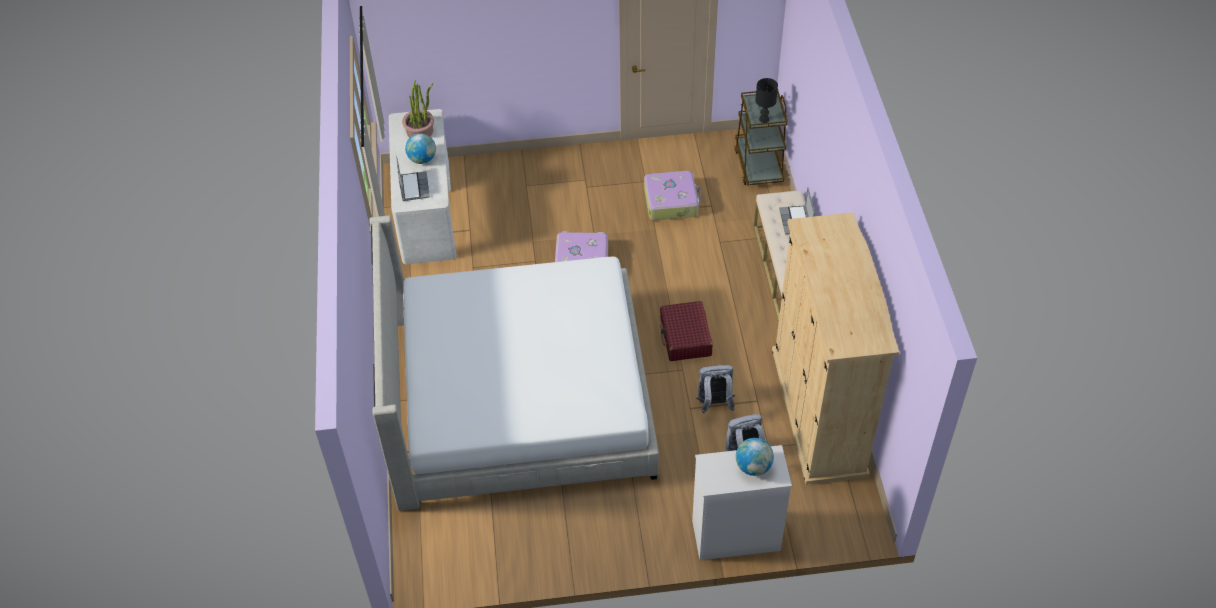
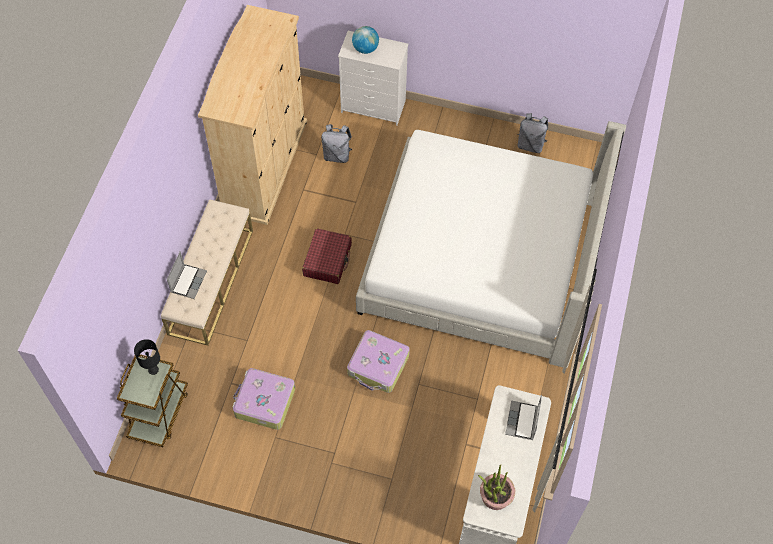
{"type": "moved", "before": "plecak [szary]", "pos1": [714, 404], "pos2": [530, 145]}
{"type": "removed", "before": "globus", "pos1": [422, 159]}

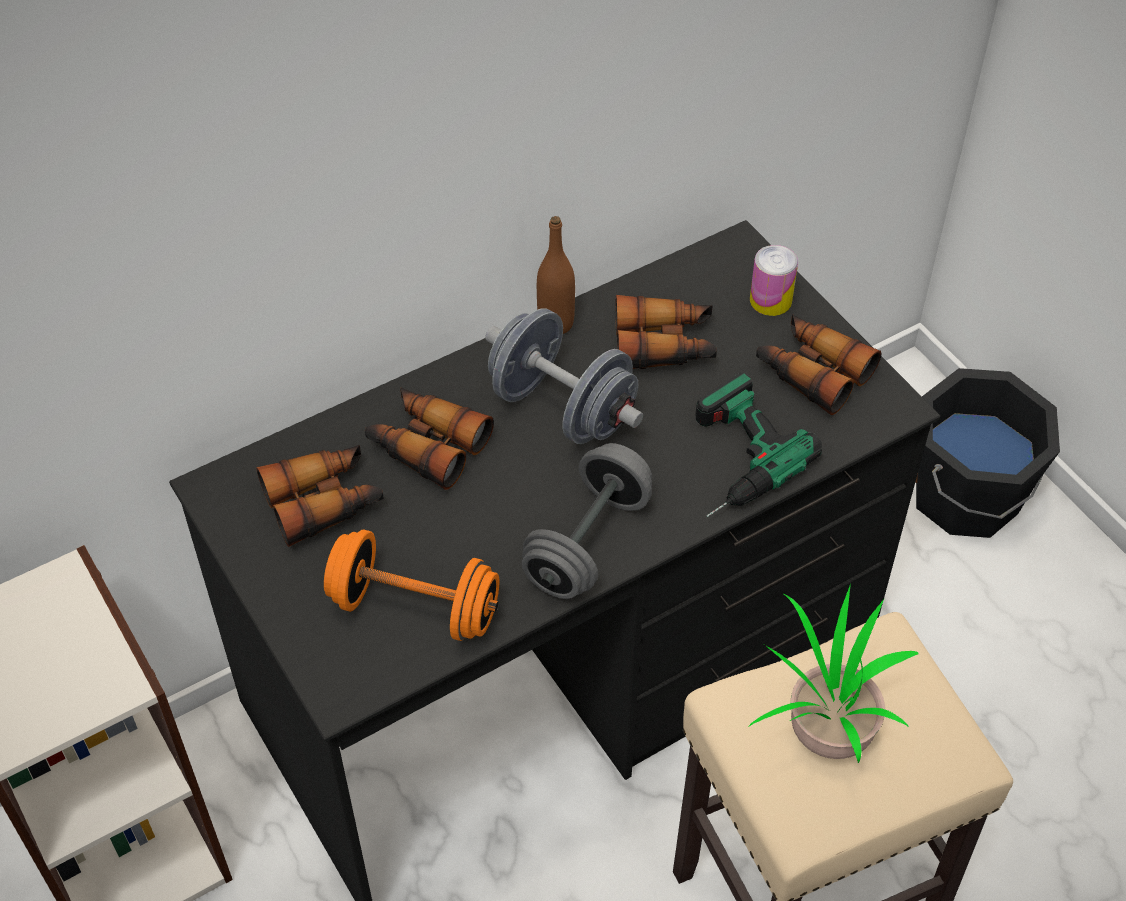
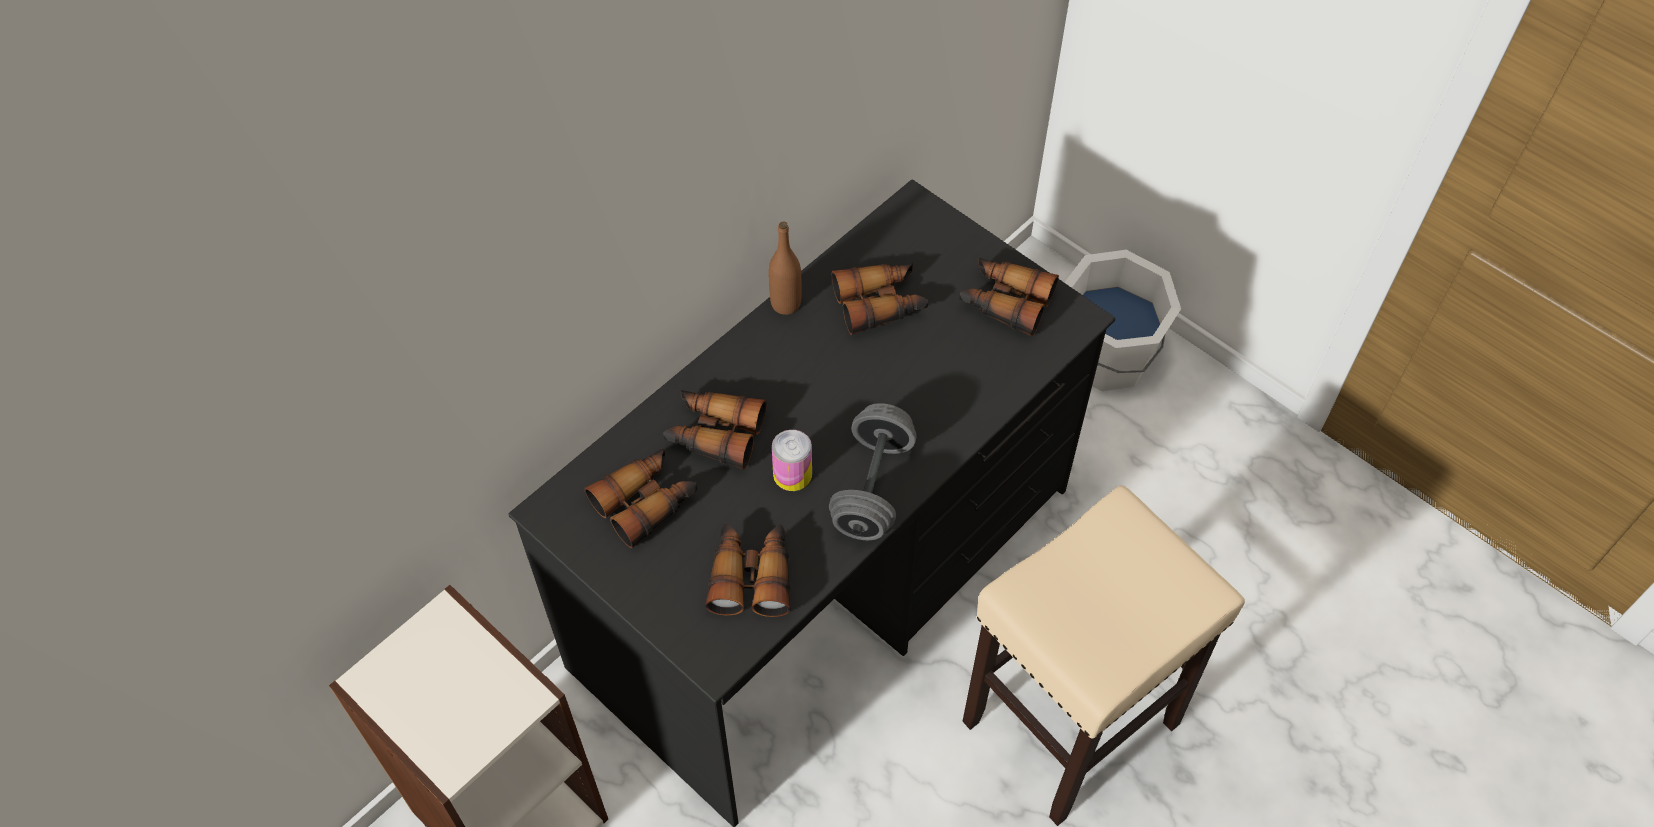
{"type": "replaced", "before": "hantel [pomarańczowy]", "after": "lornetka", "pos1": [414, 607], "pos2": [751, 575]}
{"type": "moved", "before": "puszka", "pos1": [770, 300], "pos2": [792, 474]}
{"type": "recoloured", "before": "wiadro [czarny]", "after": "wiadro [biały]", "pos1": [968, 496], "pos2": [1108, 356]}
{"type": "removed", "before": "hantel [szary]", "pos1": [562, 408]}
{"type": "removed", "before": "wiertarka", "pos1": [729, 459]}
{"type": "removed", "before": "roślina doniczkowa", "pos1": [824, 730]}

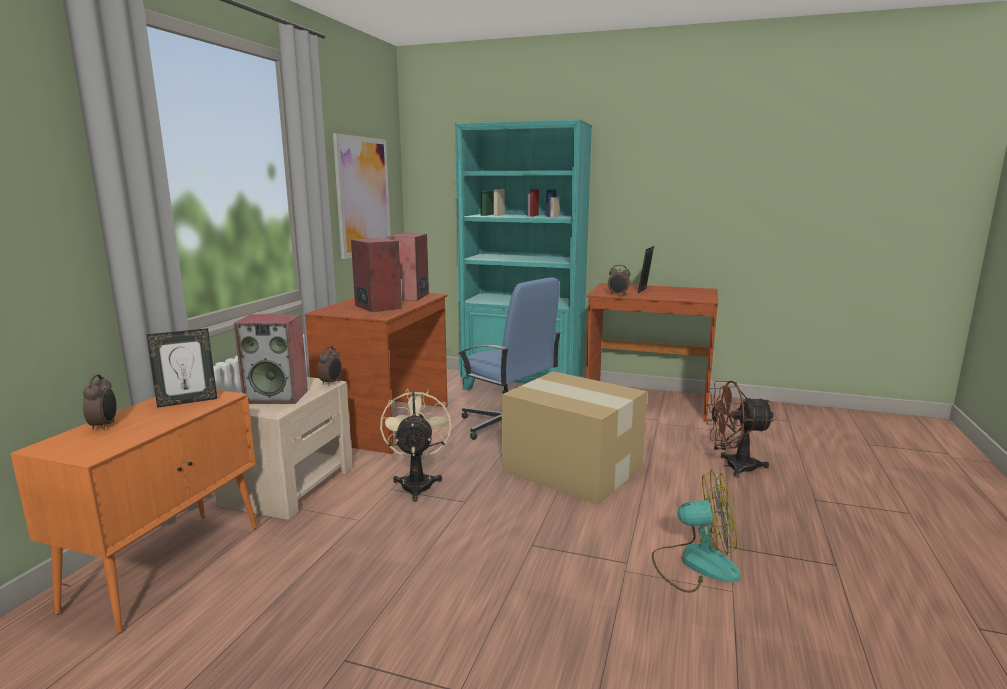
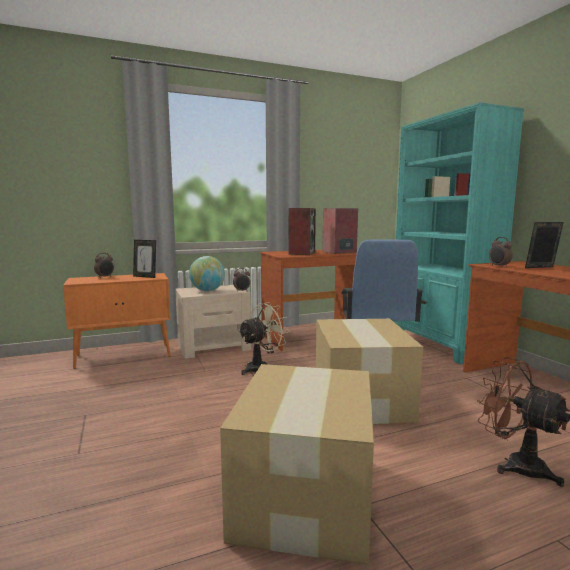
{"type": "replaced", "before": "głośnik", "after": "globus", "pos1": [277, 396], "pos2": [207, 290]}
{"type": "replaced", "before": "wentylator", "after": "karton", "pos1": [695, 563], "pos2": [306, 494]}
{"type": "removed", "before": "obraz", "pos1": [363, 196]}

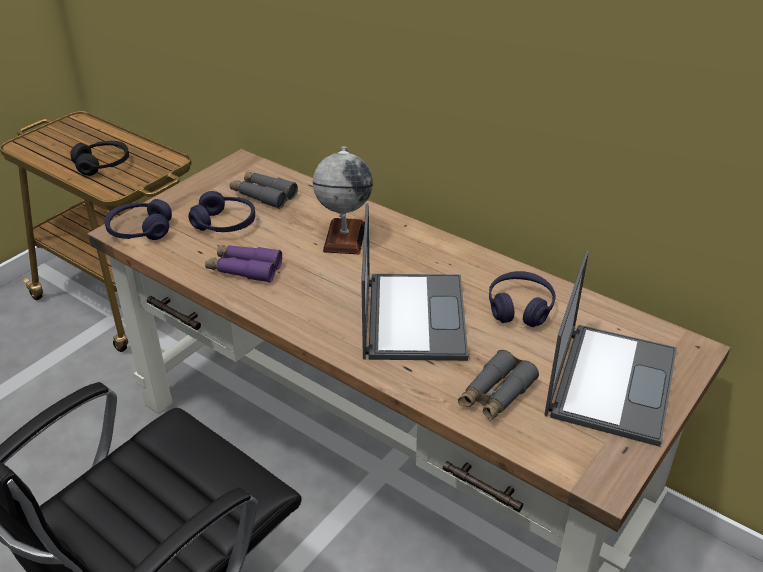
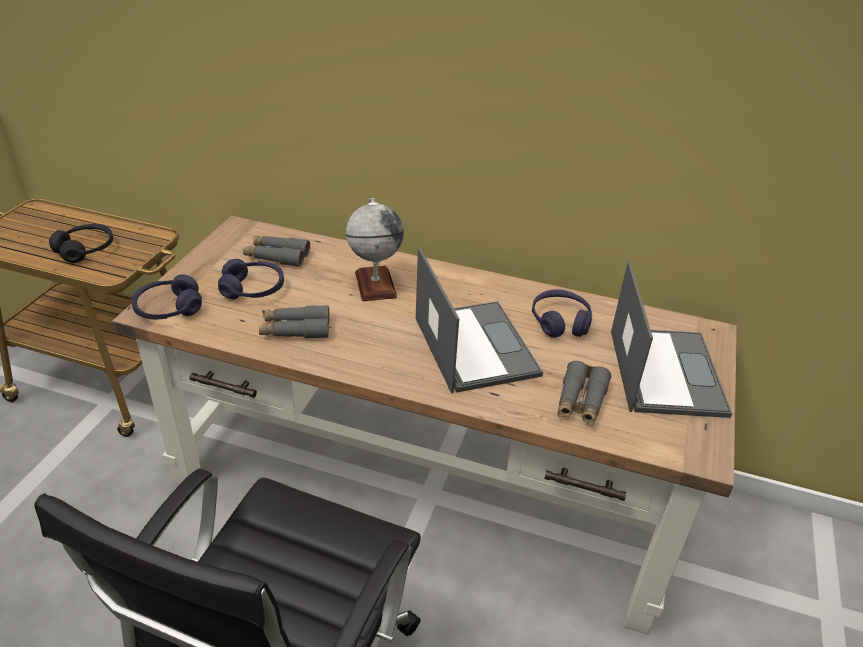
{"type": "recoloured", "before": "lornetka [fioletowy]", "after": "lornetka [szary]", "pos1": [244, 269], "pos2": [295, 329]}

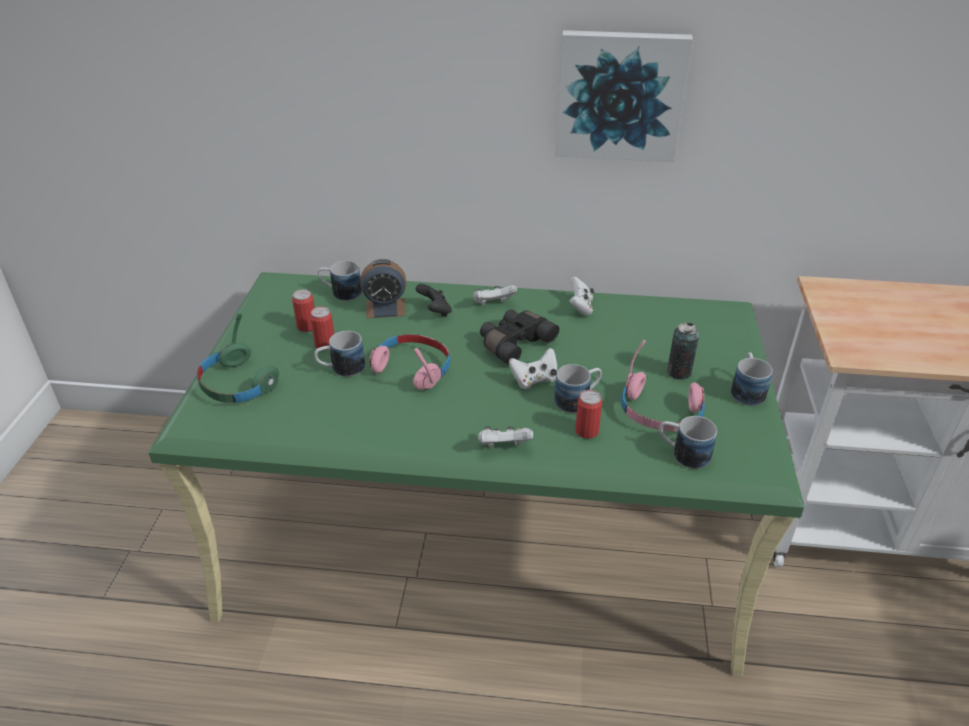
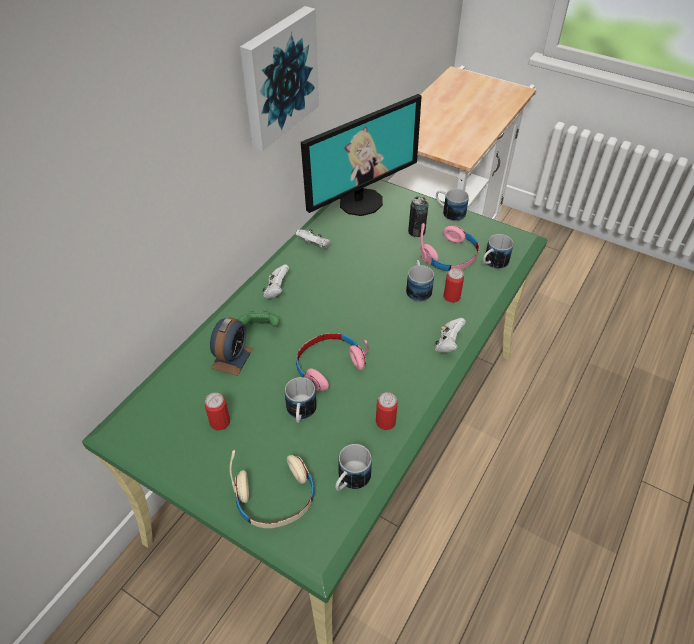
{"type": "recoloured", "before": "słuchawki [zielony]", "after": "słuchawki [beżowy]", "pos1": [237, 384], "pos2": [276, 498]}
{"type": "recoloured", "before": "pad do gier [czarny]", "after": "pad do gier [zielony]", "pos1": [435, 312], "pos2": [261, 328]}
{"type": "added", "after": "monitor", "pos2": [360, 201]}
{"type": "moved", "before": "kubek", "pos1": [340, 293], "pos2": [350, 481]}
{"type": "moved", "before": "puszka", "pos1": [325, 344], "pos2": [385, 422]}
{"type": "removed", "before": "lornetka [czarny]", "pos1": [514, 343]}
{"type": "removed", "before": "pad do gier [biały]", "pos1": [534, 380]}

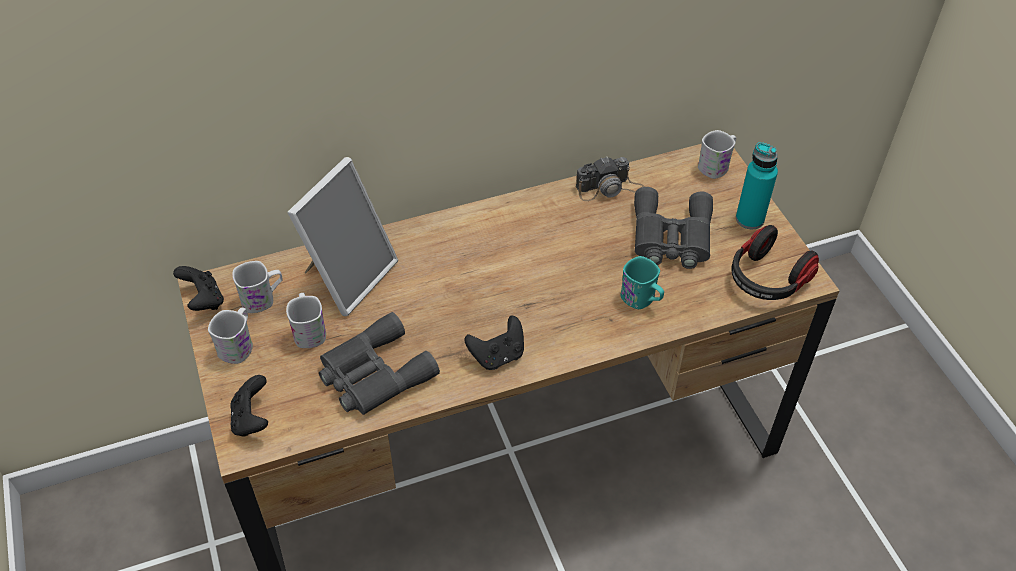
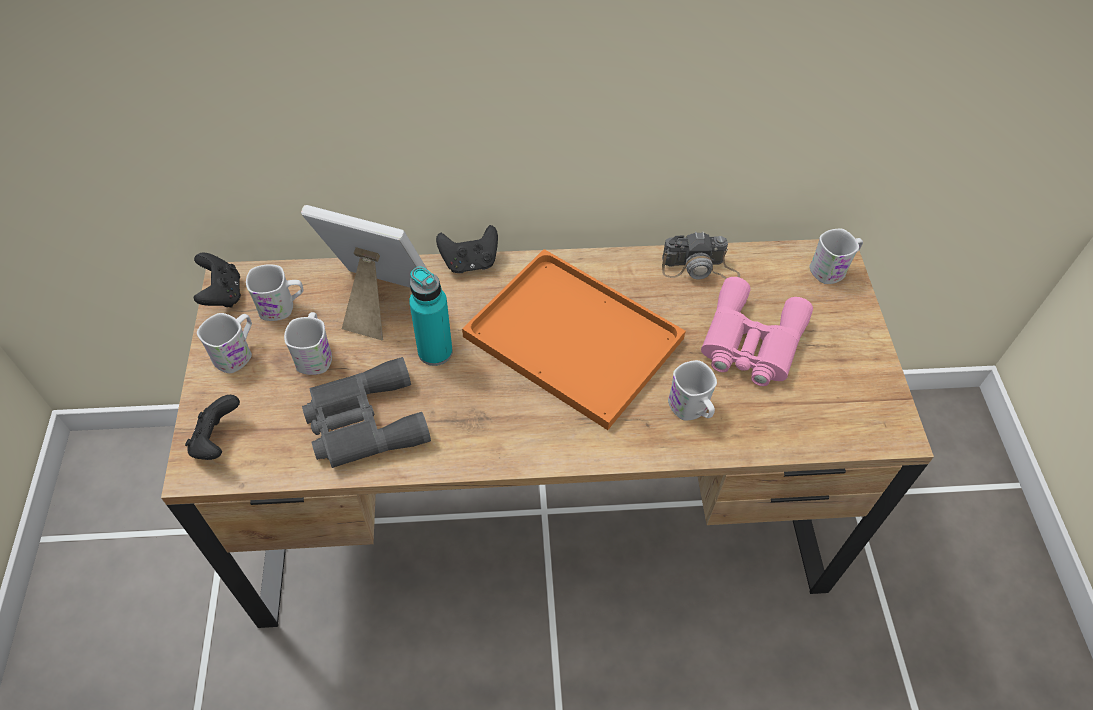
{"type": "turned", "before": "ramka na zdjęcie", "pos1": [348, 275], "pos2": [379, 302], "turn": -120}
{"type": "moved", "before": "butelka [turkusowy]", "pos1": [749, 219], "pos2": [435, 351]}
{"type": "moved", "before": "pad do gier [czarny]", "pos1": [497, 356], "pos2": [470, 262]}
{"type": "added", "after": "taca [pomarańczowy]", "pos2": [577, 338]}
{"type": "recoloured", "before": "kubek [turkusowy]", "after": "kubek [biały]", "pos1": [642, 300], "pos2": [691, 410]}
{"type": "recoloured", "before": "lornetka [szary]", "after": "lornetka [różowy]", "pos1": [670, 237], "pos2": [750, 342]}
{"type": "removed", "before": "słuchawki", "pos1": [767, 279]}

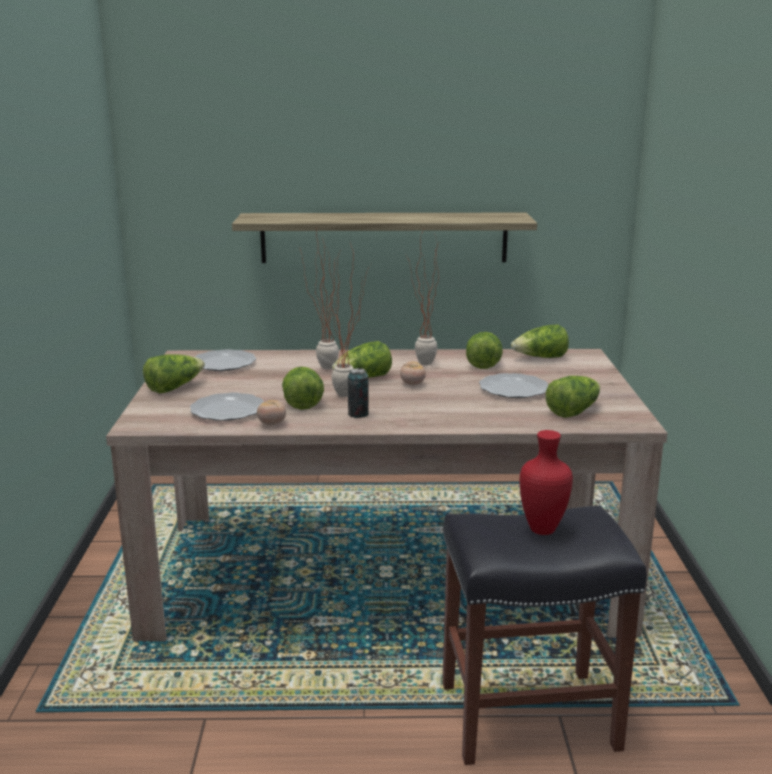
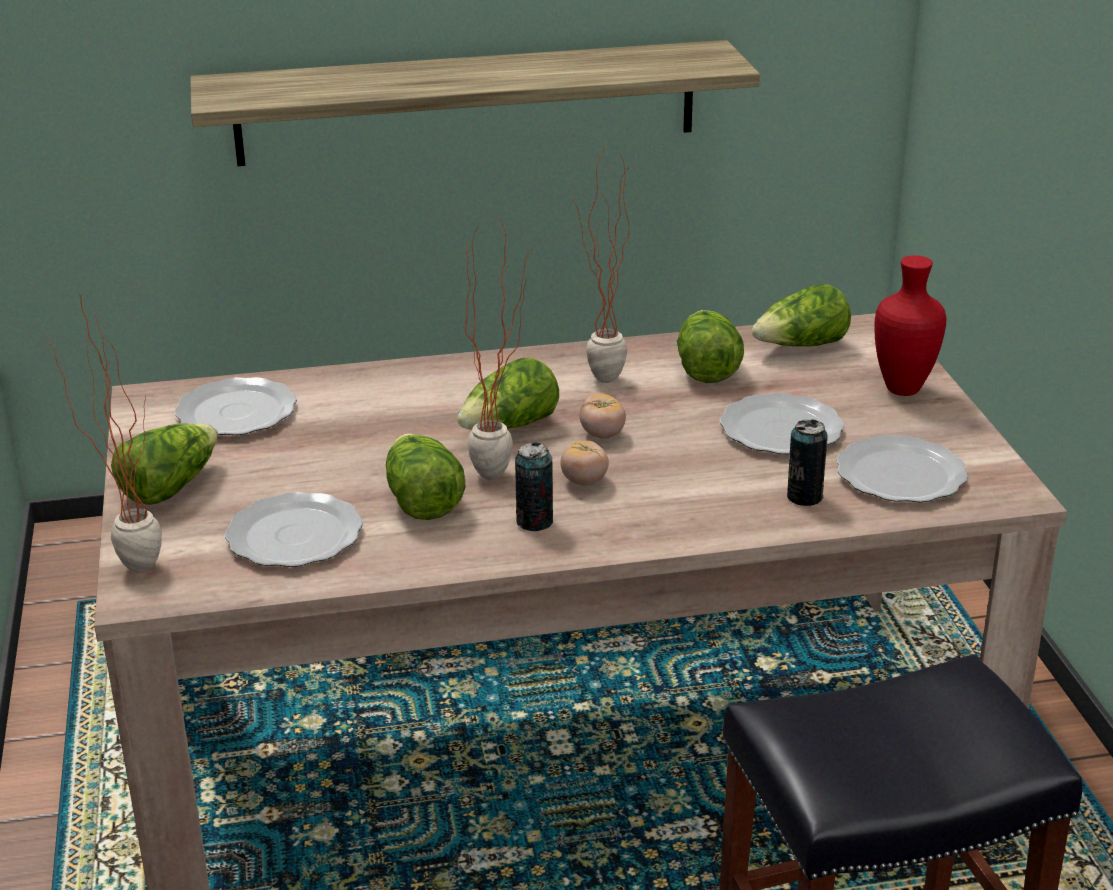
{"type": "moved", "before": "roślina doniczkowa", "pos1": [322, 366], "pos2": [129, 563]}
{"type": "moved", "before": "pomidor", "pos1": [272, 424], "pos2": [584, 481]}
{"type": "added", "after": "puszka", "pos2": [804, 497]}
{"type": "replaced", "before": "sałata", "after": "talerz", "pos1": [573, 411], "pos2": [898, 475]}
{"type": "moved", "before": "wazon [czerwony]", "pos1": [544, 529], "pos2": [904, 388]}

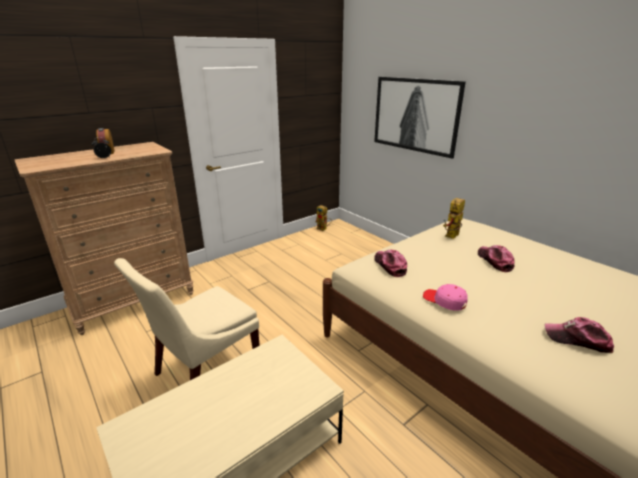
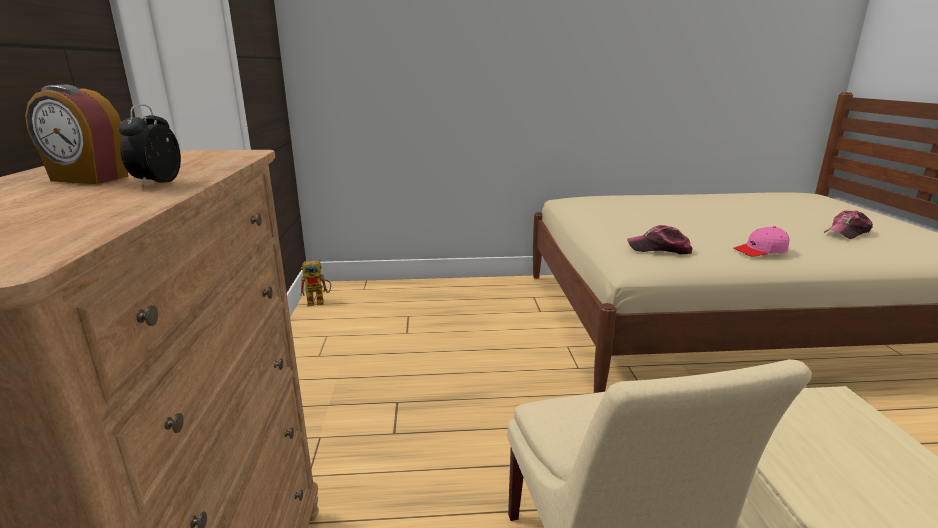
{"type": "removed", "before": "obraz", "pos1": [415, 115]}
{"type": "removed", "before": "robot zabawkowy", "pos1": [452, 237]}
{"type": "removed", "before": "czapka z daszkiem", "pos1": [494, 261]}

